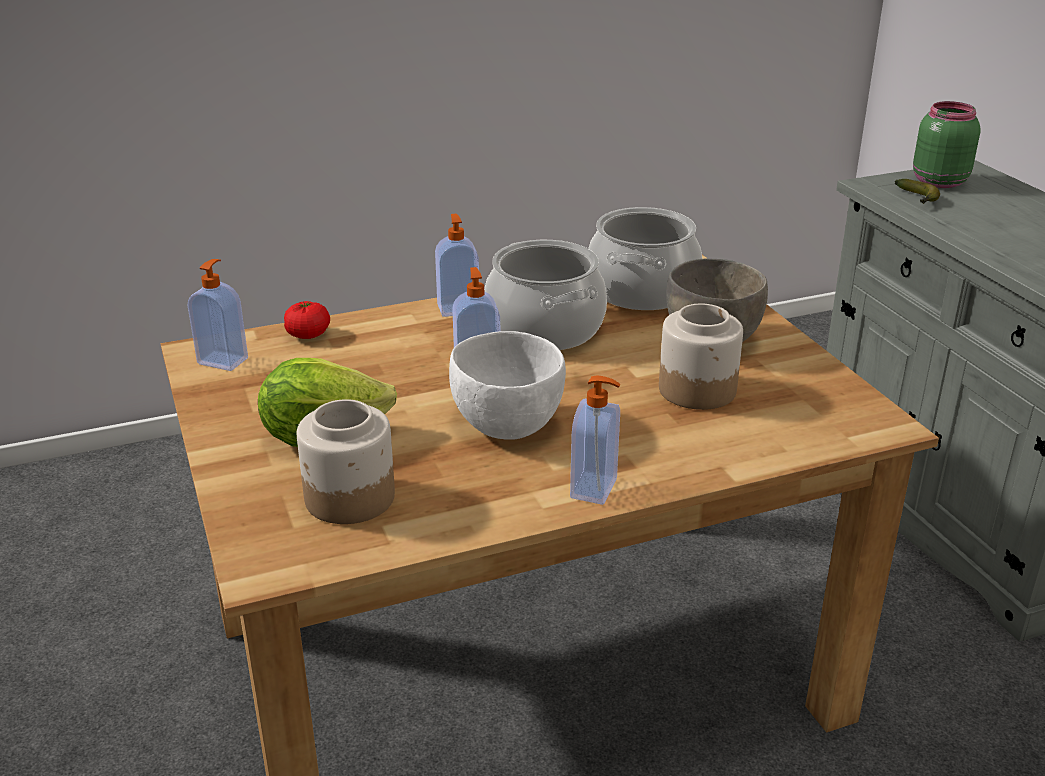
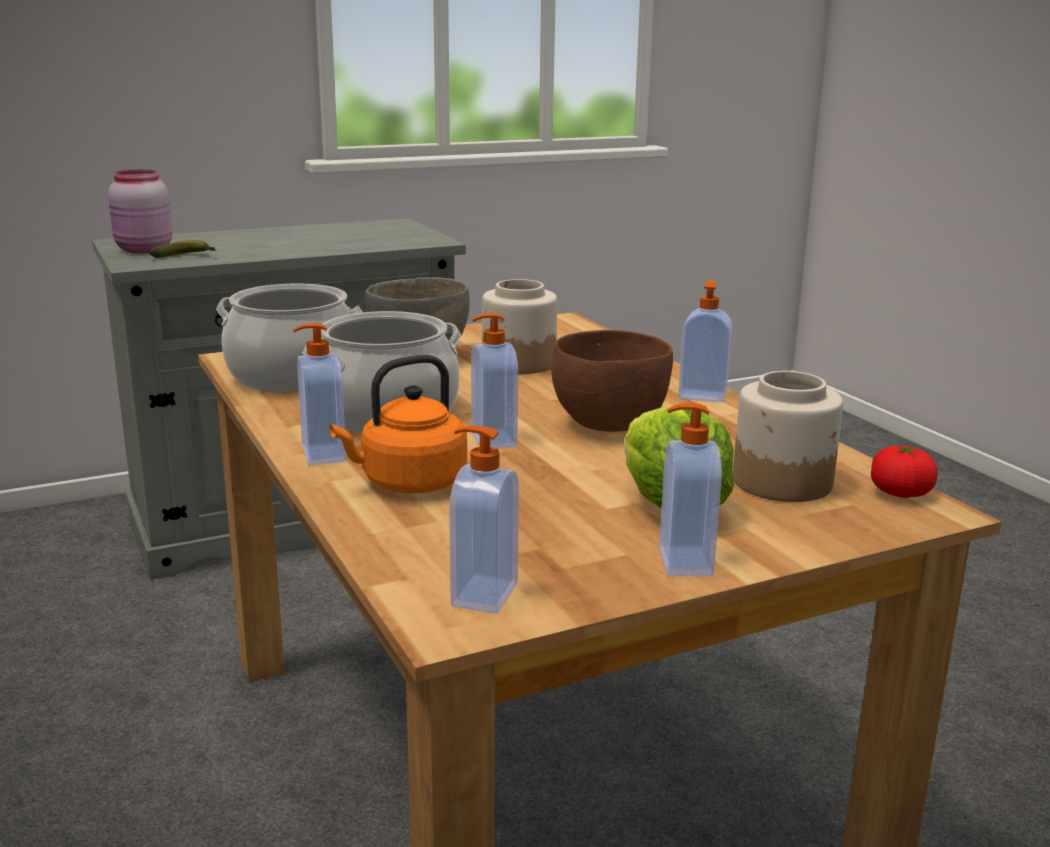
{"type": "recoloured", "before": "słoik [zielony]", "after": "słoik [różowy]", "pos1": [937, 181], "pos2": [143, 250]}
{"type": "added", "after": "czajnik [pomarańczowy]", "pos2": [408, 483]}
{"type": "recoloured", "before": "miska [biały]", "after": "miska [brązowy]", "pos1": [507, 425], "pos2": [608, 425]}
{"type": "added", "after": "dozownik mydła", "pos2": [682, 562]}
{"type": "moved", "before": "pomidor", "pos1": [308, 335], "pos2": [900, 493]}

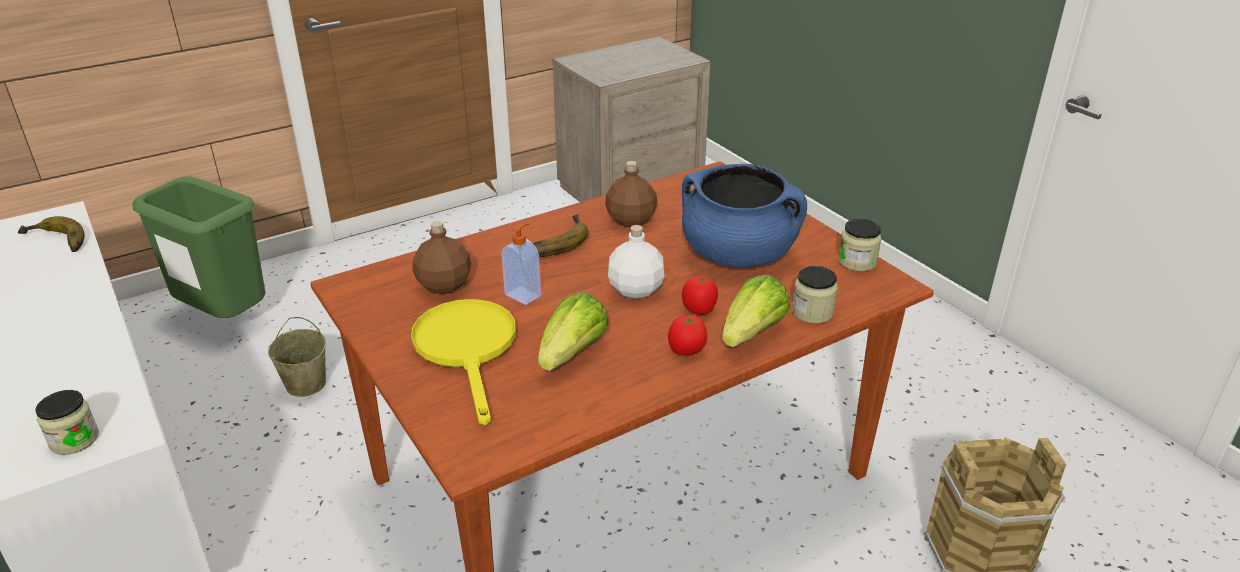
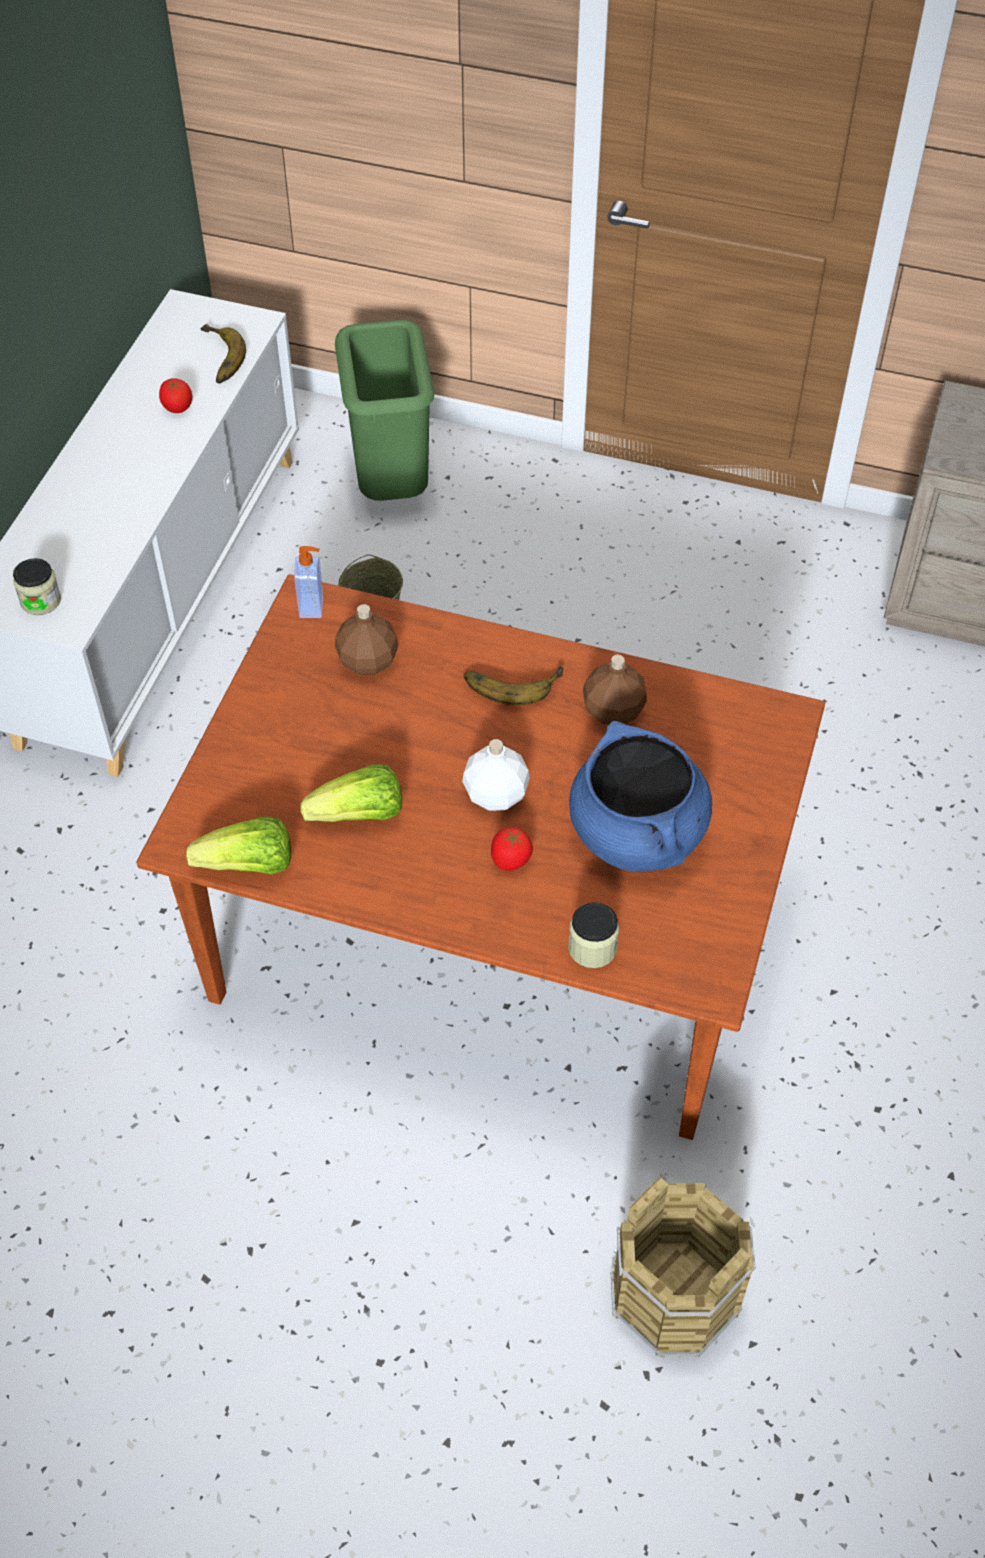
{"type": "moved", "before": "pomidor", "pos1": [686, 350], "pos2": [177, 408]}
{"type": "moved", "before": "sałata", "pos1": [752, 333], "pos2": [249, 866]}
{"type": "moved", "before": "dozownik mydła", "pos1": [523, 295], "pos2": [312, 606]}
{"type": "removed", "before": "patelnia [żółty]", "pos1": [468, 349]}
{"type": "removed", "before": "słoik", "pos1": [857, 262]}

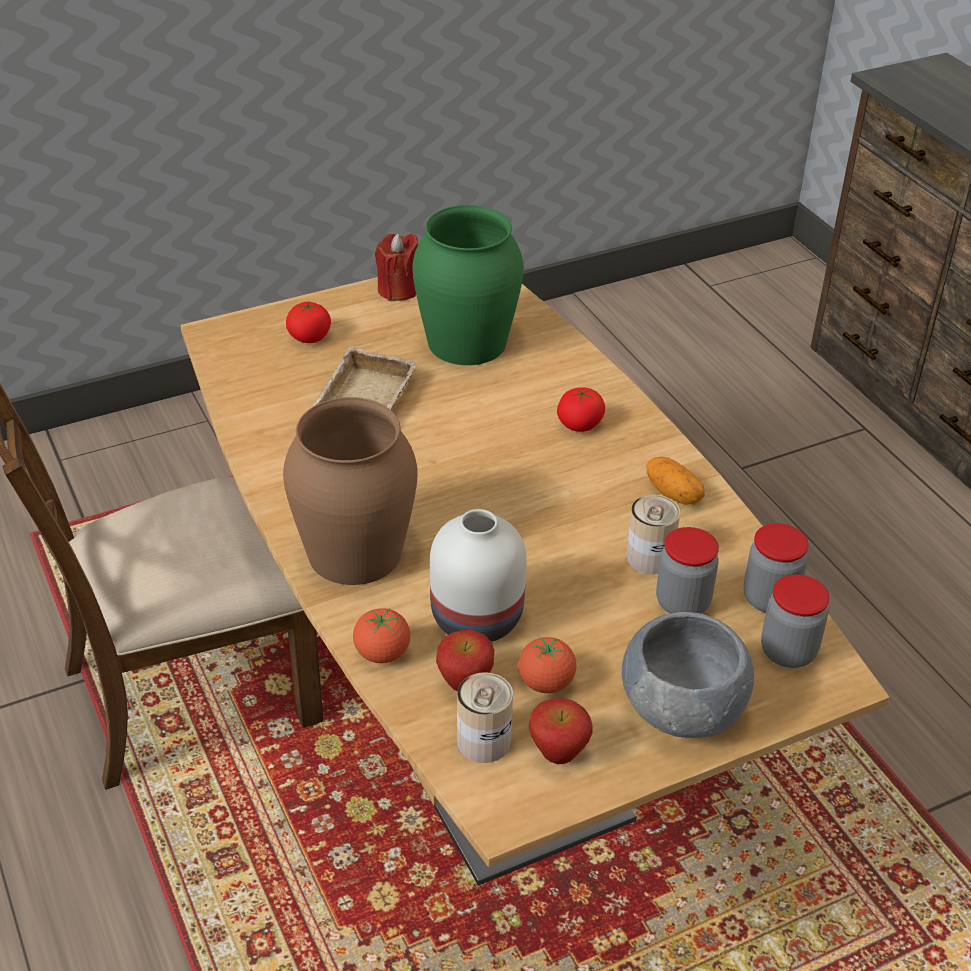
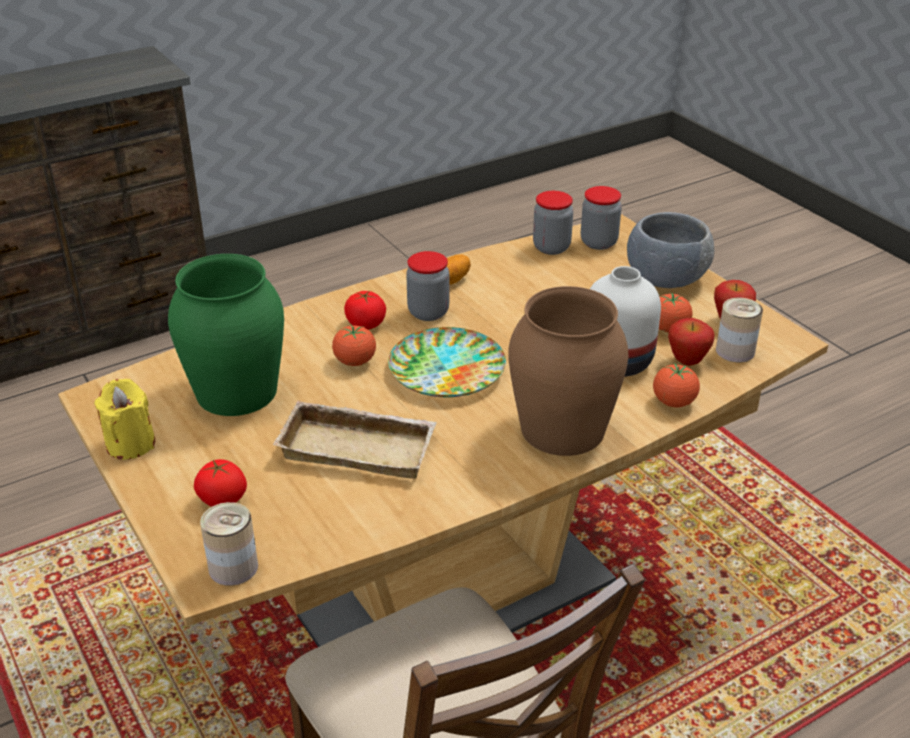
{"type": "recoloured", "before": "świeca [czerwony]", "after": "świeca [żółty]", "pos1": [399, 290], "pos2": [130, 444]}
{"type": "moved", "before": "puszka", "pos1": [649, 557], "pos2": [233, 567]}
{"type": "added", "after": "pomidor", "pos2": [355, 362]}
{"type": "added", "after": "talerz", "pos2": [446, 369]}
{"type": "moved", "before": "słoik", "pos1": [682, 603], "pos2": [428, 312]}

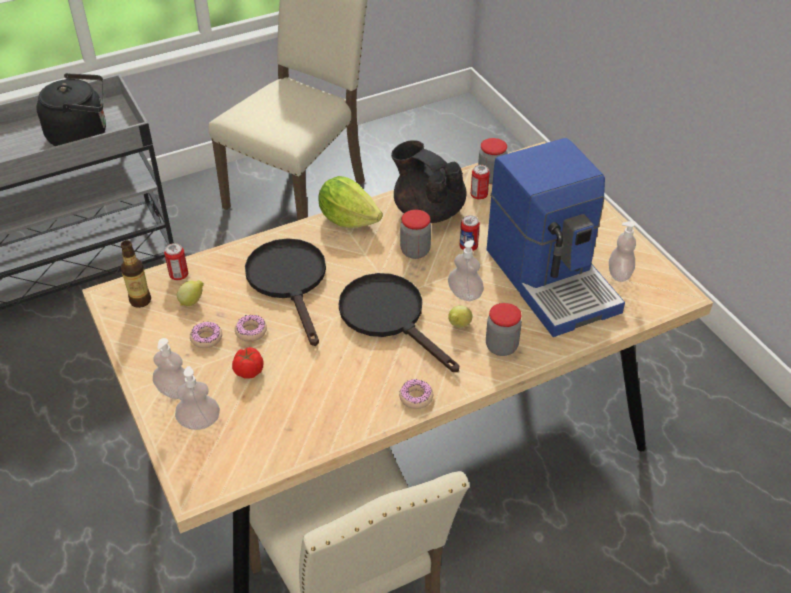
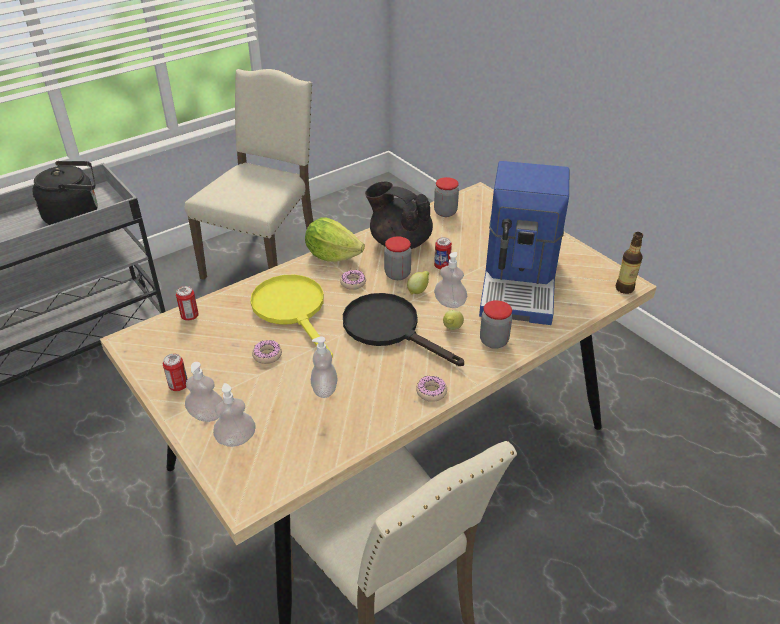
{"type": "moved", "before": "puszka", "pos1": [479, 195], "pos2": [178, 386]}
{"type": "recoloured", "before": "patelnia [czarny]", "after": "patelnia [żółty]", "pos1": [290, 281], "pos2": [293, 310]}
{"type": "moved", "before": "dozownik mydła", "pos1": [619, 274], "pos2": [324, 389]}
{"type": "moved", "before": "donut", "pos1": [206, 338], "pos2": [353, 283]}
{"type": "moved", "before": "cytryna", "pos1": [192, 301], "pos2": [418, 291]}
{"type": "turned", "before": "ekspres do kawy", "pos1": [552, 278], "pos2": [520, 283], "turn": 45}
{"type": "moved", "before": "butelka", "pos1": [140, 300], "pos2": [624, 288]}
{"type": "removed", "before": "pomidor", "pos1": [248, 371]}

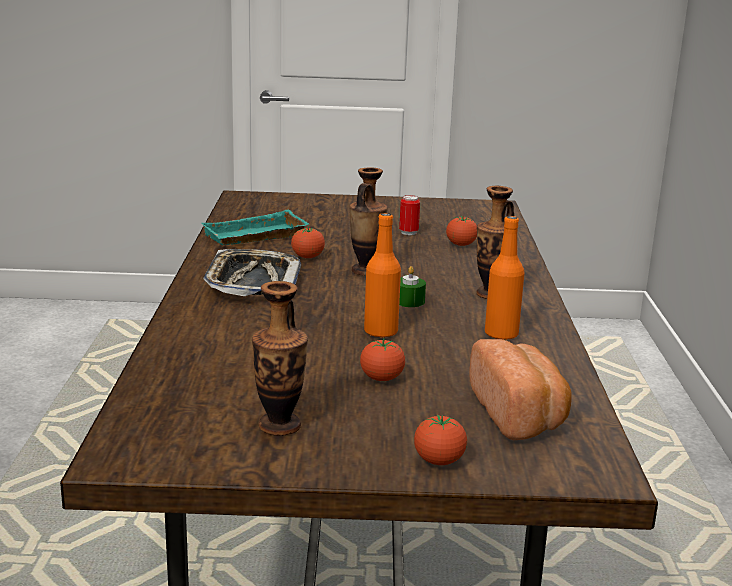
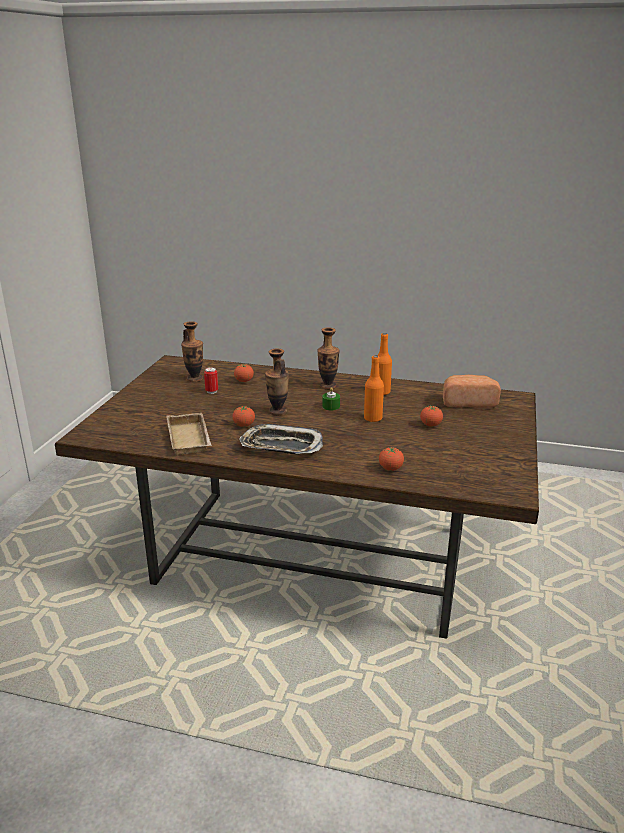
{"type": "recoloured", "before": "taca [turkusowy]", "after": "taca [beżowy]", "pos1": [255, 237], "pos2": [191, 439]}
{"type": "moved", "before": "wazon", "pos1": [279, 426], "pos2": [194, 379]}
{"type": "moved", "before": "pomidor", "pos1": [439, 461], "pos2": [390, 469]}

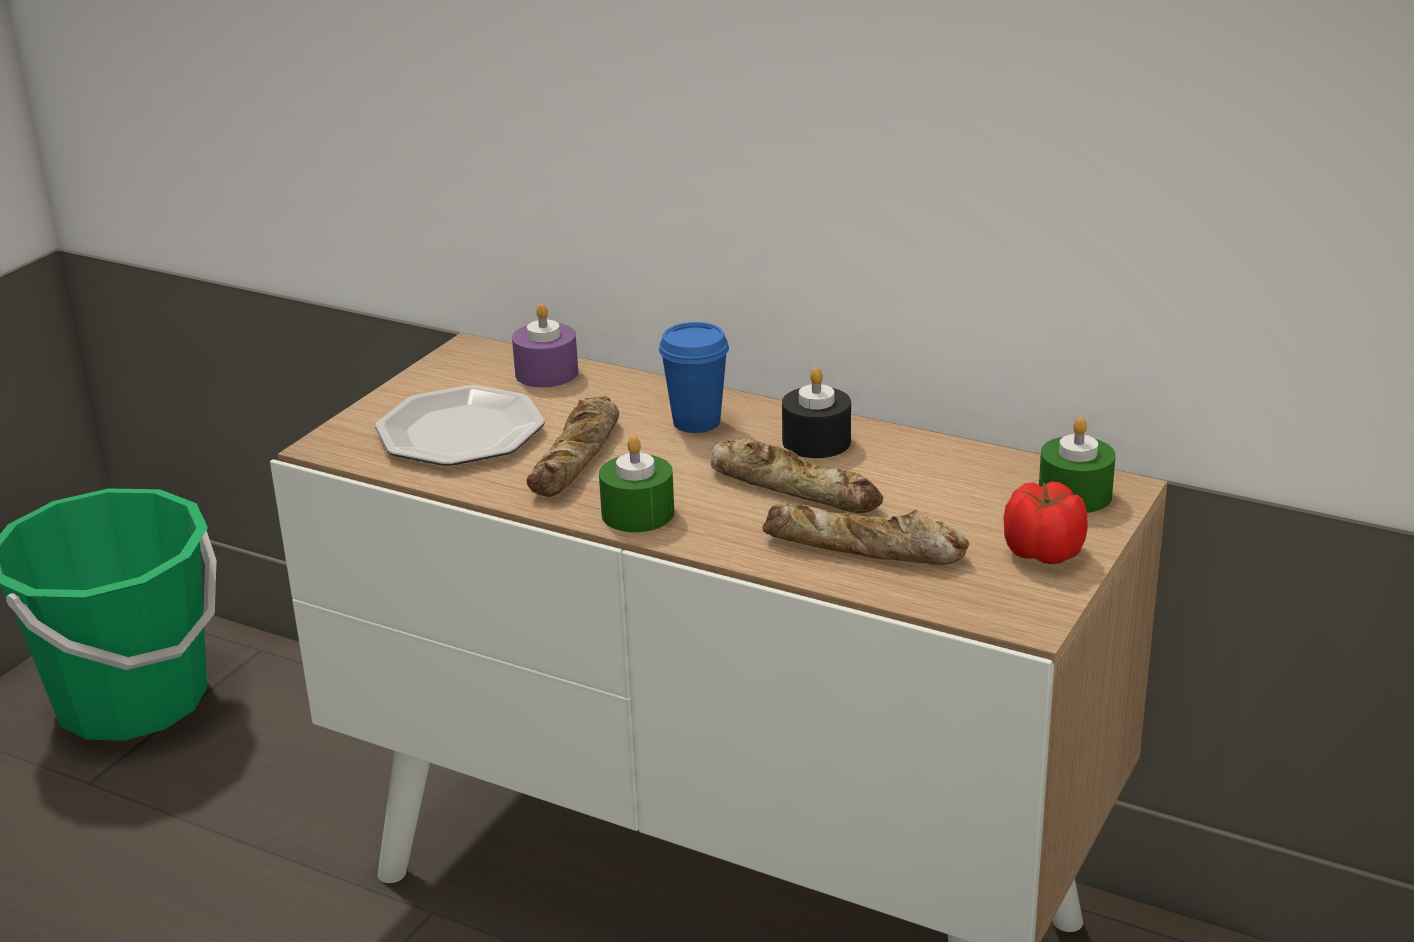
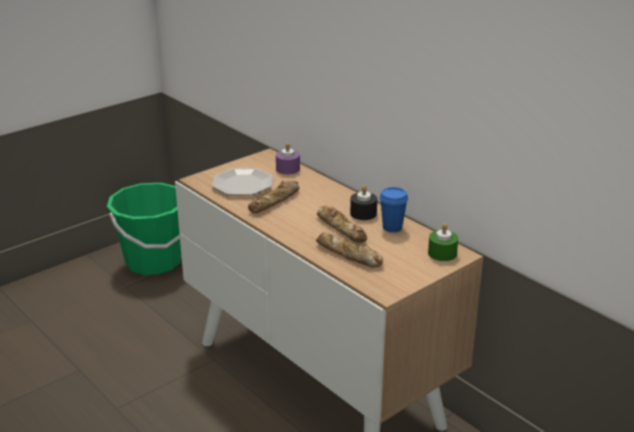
{"type": "moved", "before": "filiżanka [niebieski]", "pos1": [696, 422], "pos2": [392, 227]}
{"type": "removed", "before": "świeca [zielony]", "pos1": [638, 513]}
{"type": "removed", "before": "pomidor", "pos1": [1044, 554]}

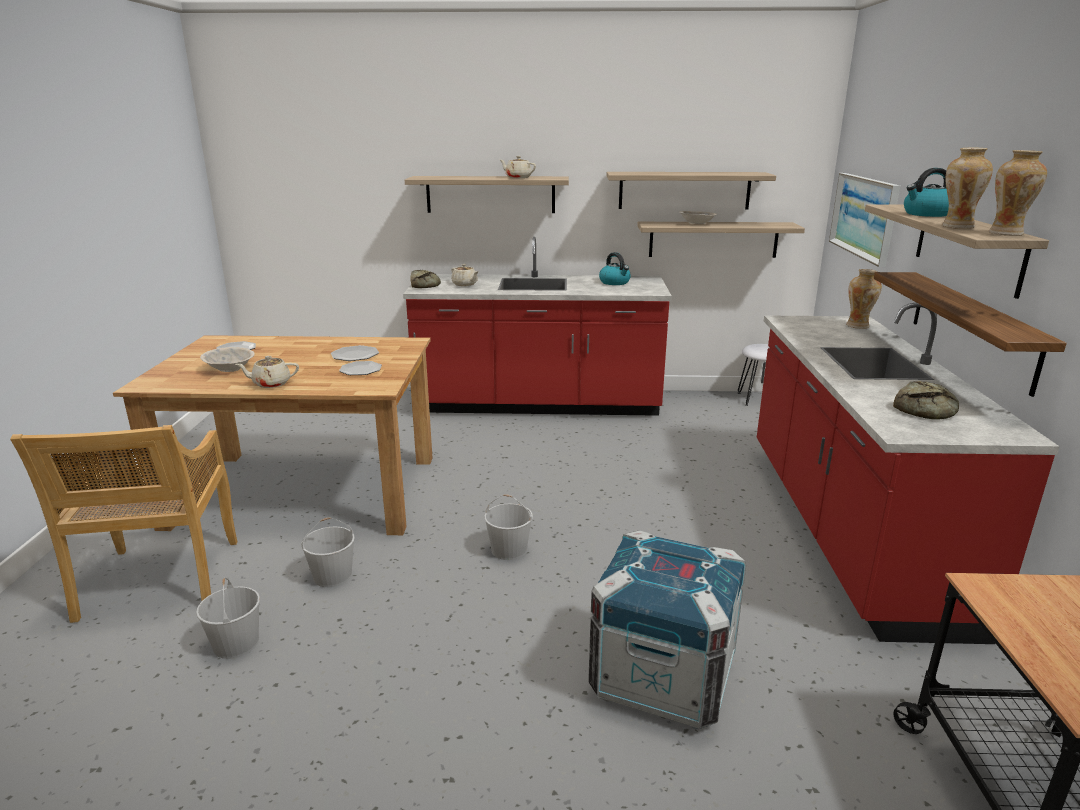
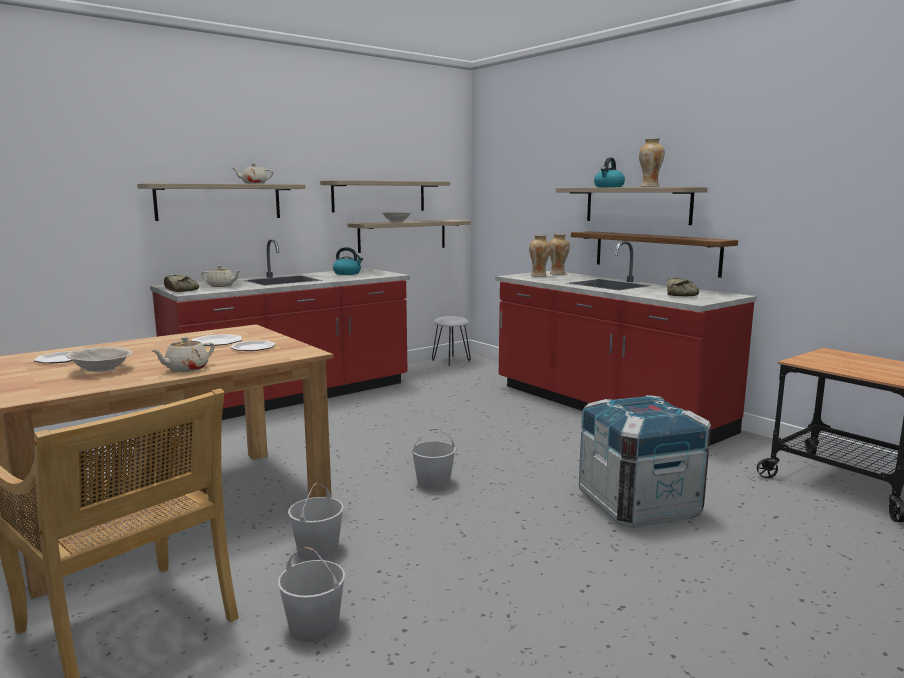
{"type": "moved", "before": "wazon", "pos1": [1007, 234], "pos2": [539, 276]}
{"type": "removed", "before": "obraz", "pos1": [864, 216]}

